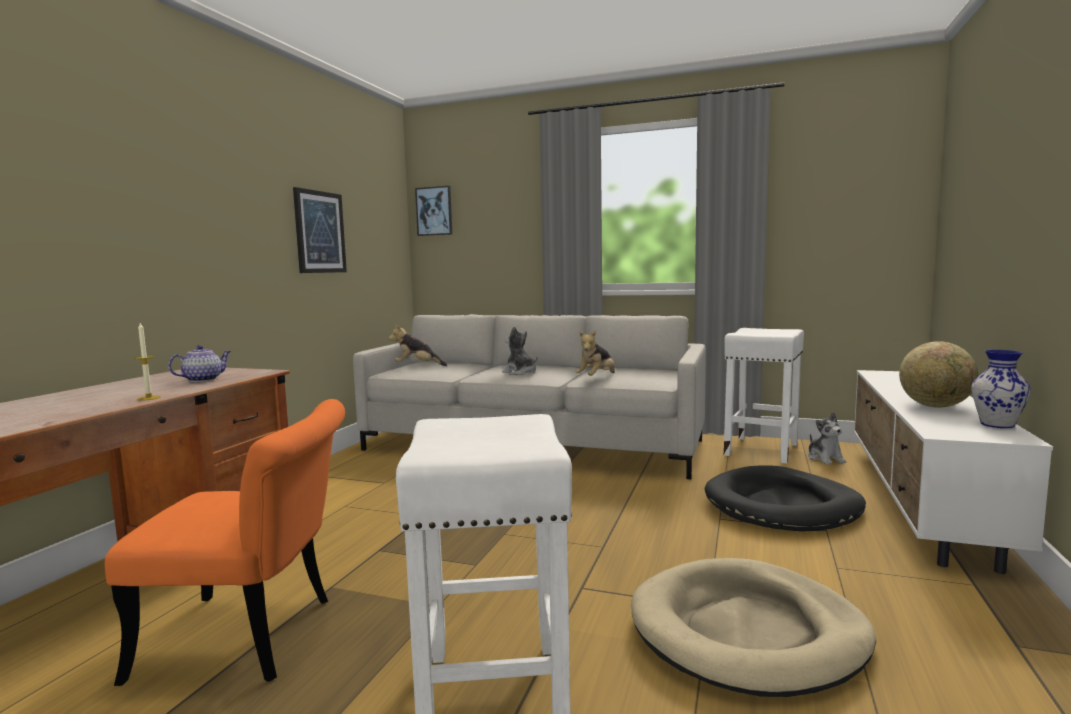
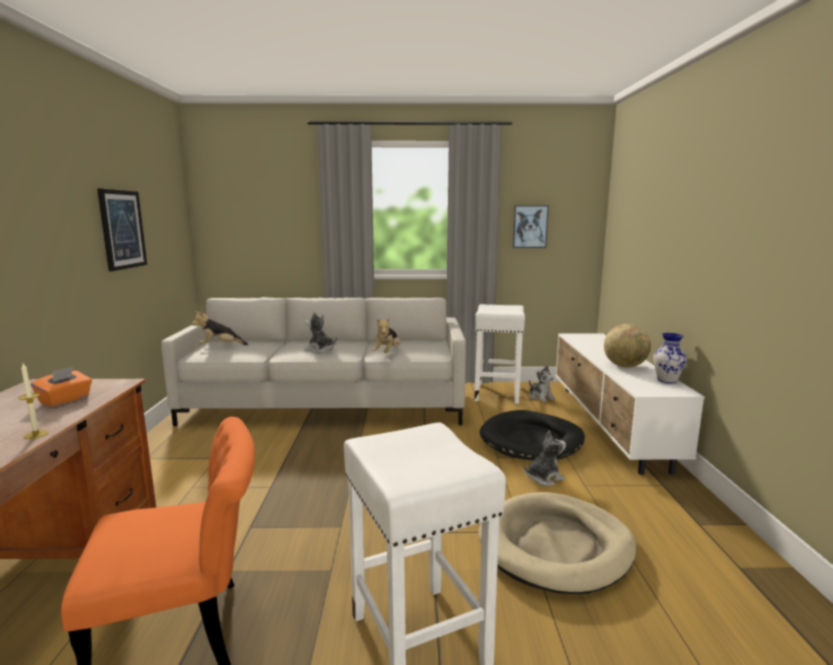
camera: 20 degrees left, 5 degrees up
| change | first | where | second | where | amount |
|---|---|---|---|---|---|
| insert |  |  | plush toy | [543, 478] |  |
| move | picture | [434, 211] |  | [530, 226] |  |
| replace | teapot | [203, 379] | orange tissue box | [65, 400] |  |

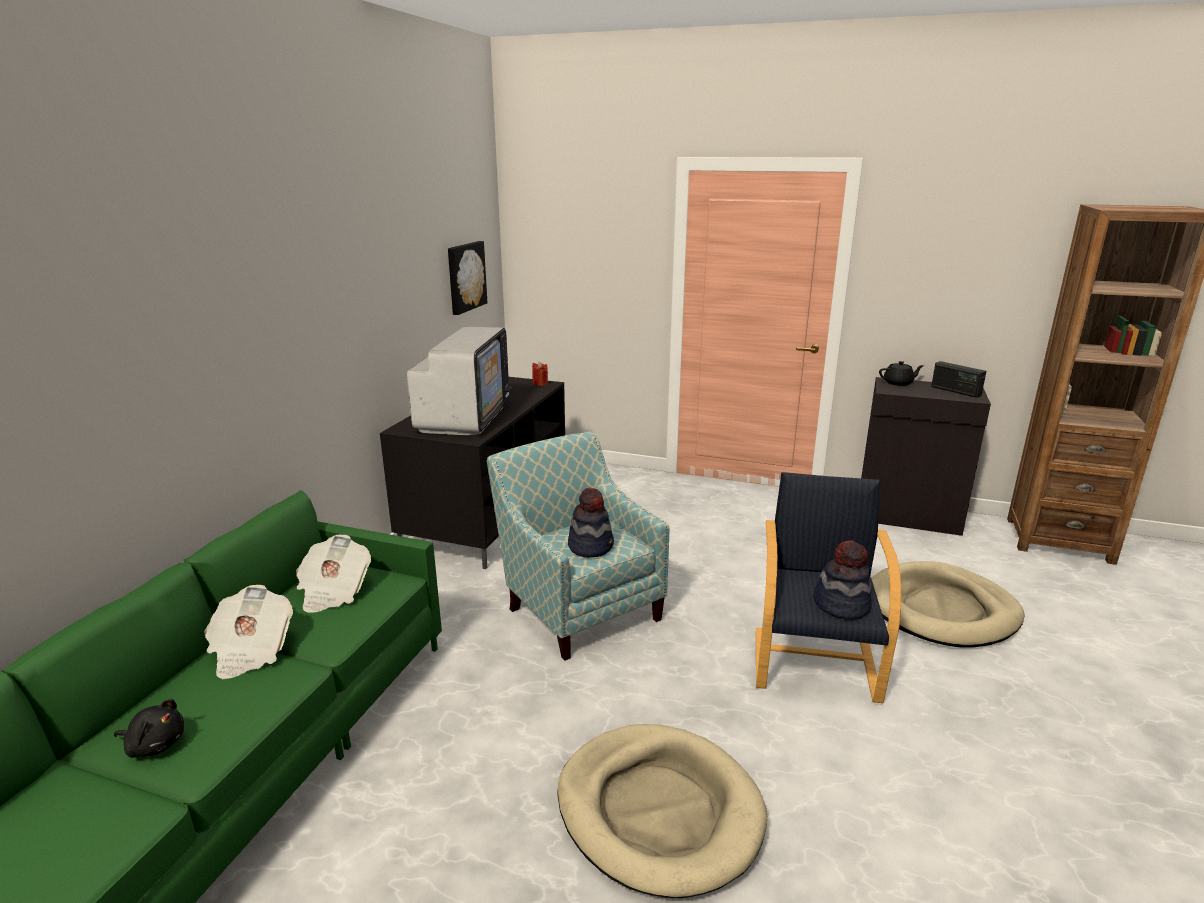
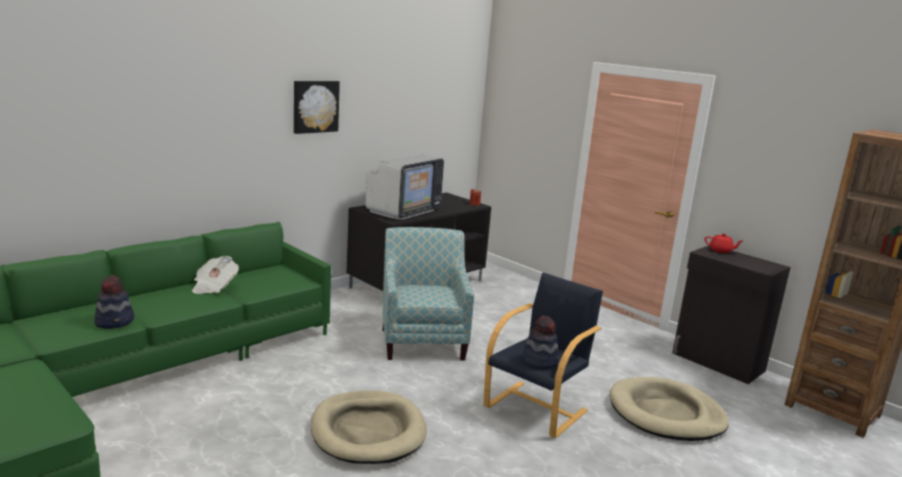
camera: 25 degrees right, 5 degrees down
| change | first | where | second | where | amount |
|---|---|---|---|---|---|
| delete | black plush toy | [155, 744] |  |  |  |
| delete | newspaper | [333, 591] |  |  |  |
| delete | radio | [955, 391] |  |  |  |
| move | picture | [465, 277] |  | [315, 106] |  |
| move | hat | [591, 546] |  | [115, 322] |  |
| recolor | black teapot | [898, 383] | red teapot | [721, 251] |  |

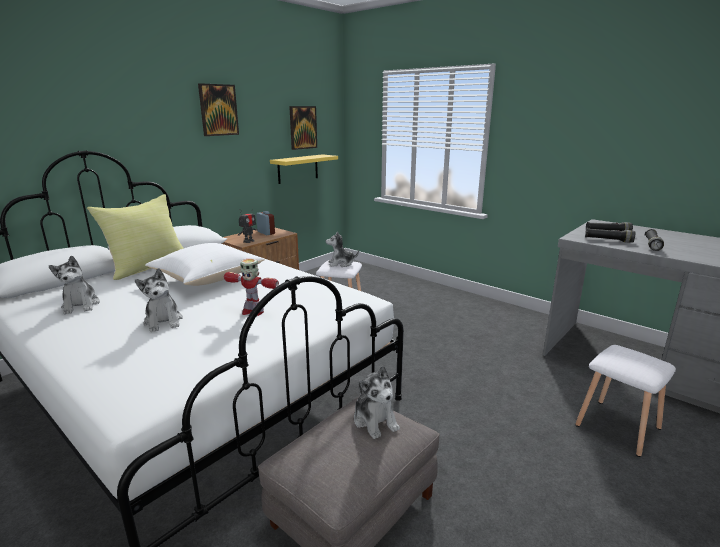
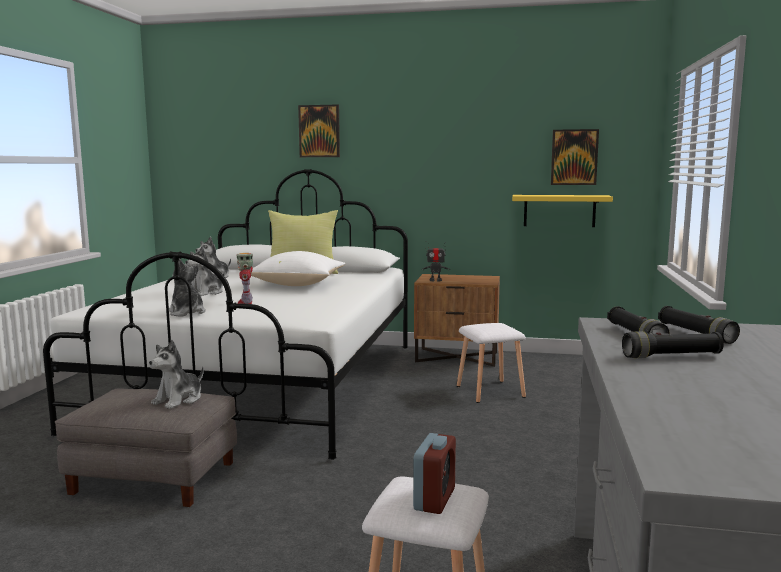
camera: 60 degrees right, 10 degrees down
| change | first | where | second | where | amount |
|---|---|---|---|---|---|
| move | picture | [218, 110] |  | [319, 131] |  |
| move | alarm clock | [266, 233] |  | [434, 499] |  |
| move | plush toy | [341, 264] |  | [187, 313] |  |

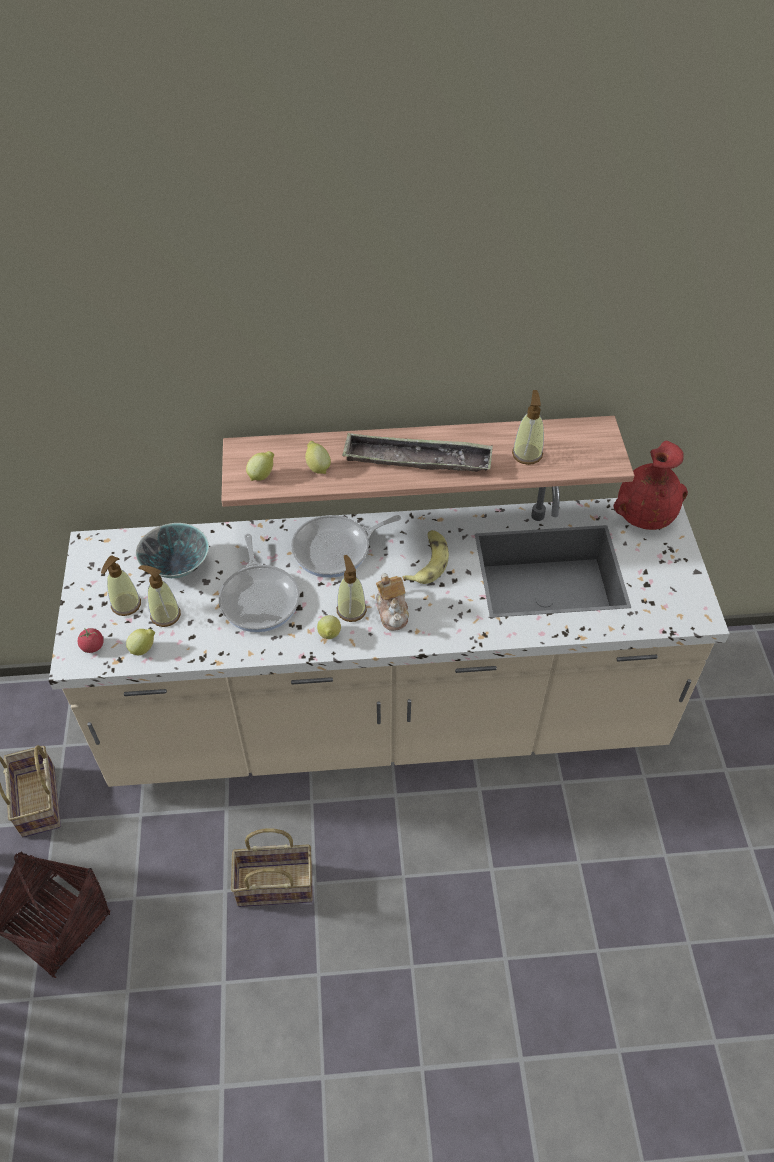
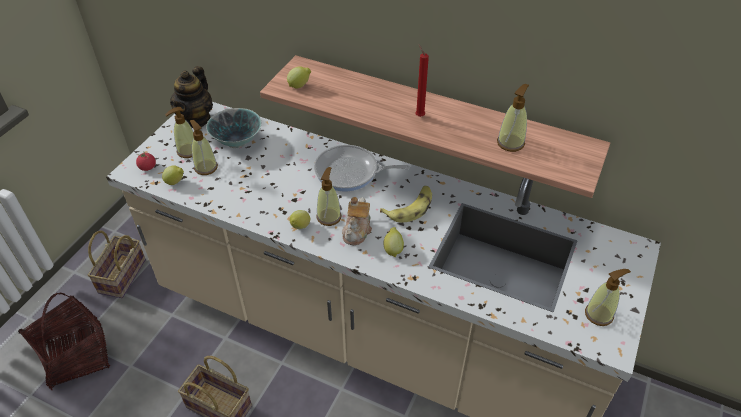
camera: 30 degrees right, 5 degrees down
| change | first | where | second | where | amount |
|---|---|---|---|---|---|
| delete | frying pan | [260, 598] |  |  |  |
| delete | red vase | [643, 516] |  |  |  |
| insert |  |  | teapot | [196, 119] |  |
| insert |  |  | soap dispenser | [599, 314] |  |
| move | lemon | [317, 467] |  | [393, 249] |  |
| replace | tray | [417, 459] | red candle | [419, 115] |  |

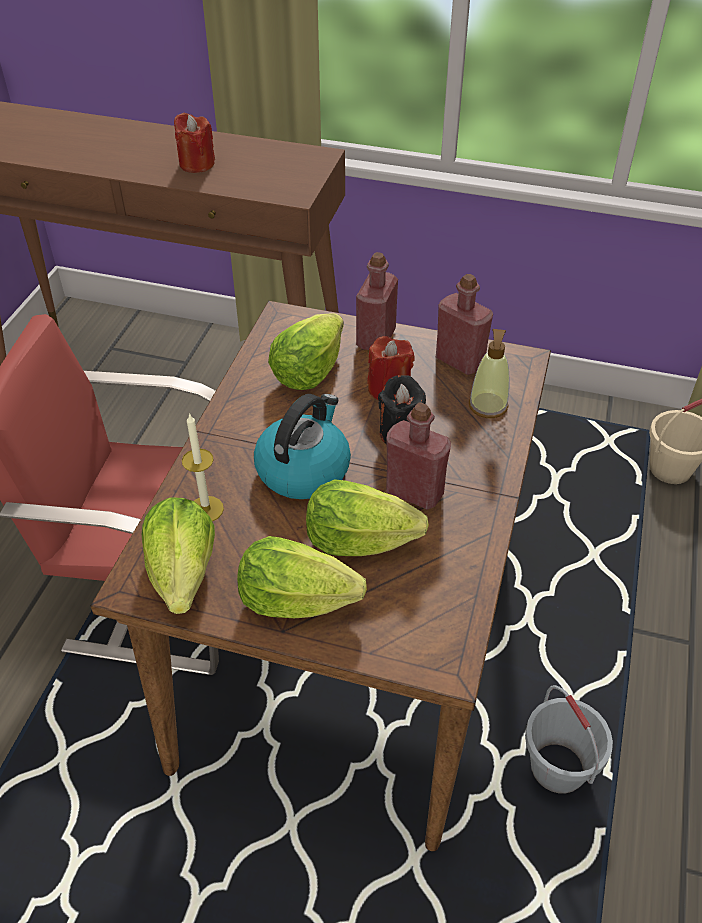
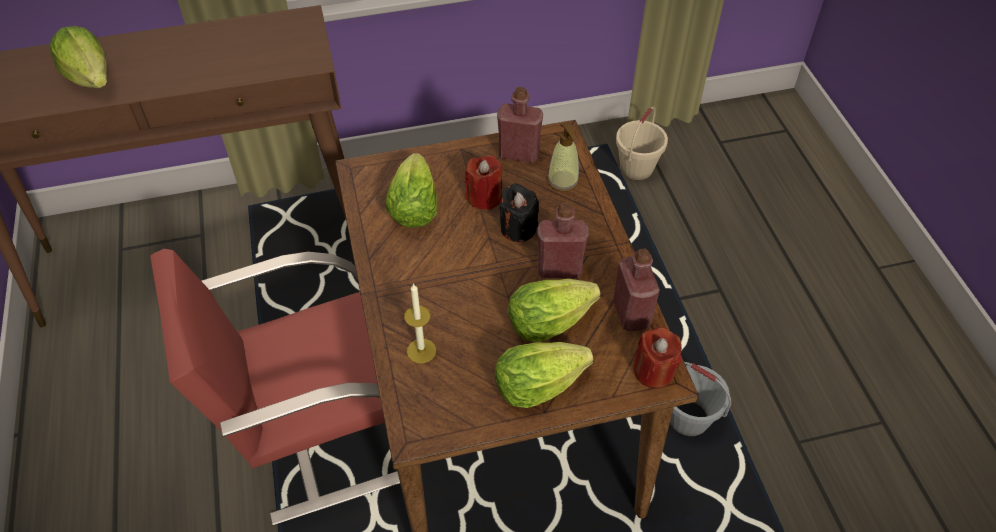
camera: 30 degrees left, 5 degrees up
| change | first | where | second | where | amount |
|---|---|---|---|---|---|
| delete | kettle | [303, 469] |  |  |  |
| move | lettuce | [183, 573] |  | [91, 77] |  |
| move | red candle | [196, 164] |  | [653, 371] |  |
| move | red bottle | [376, 339] |  | [631, 313] |  |

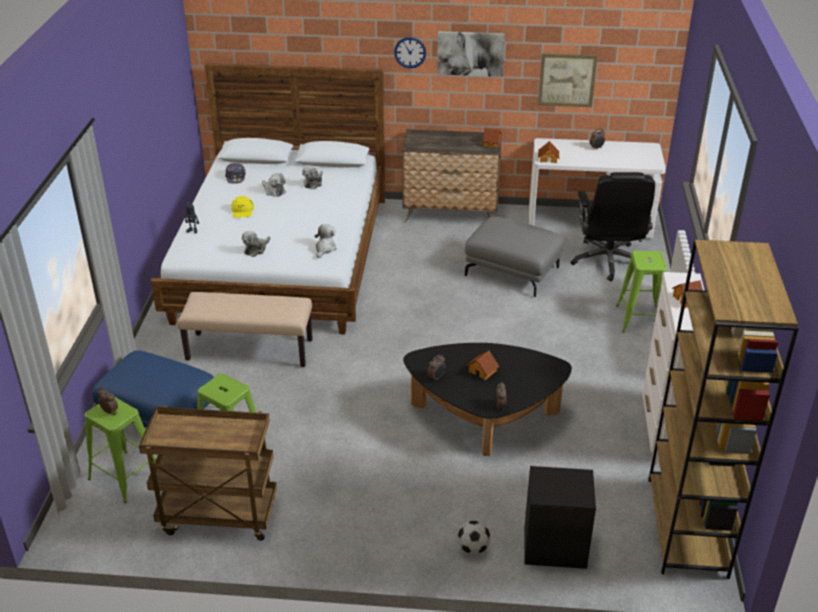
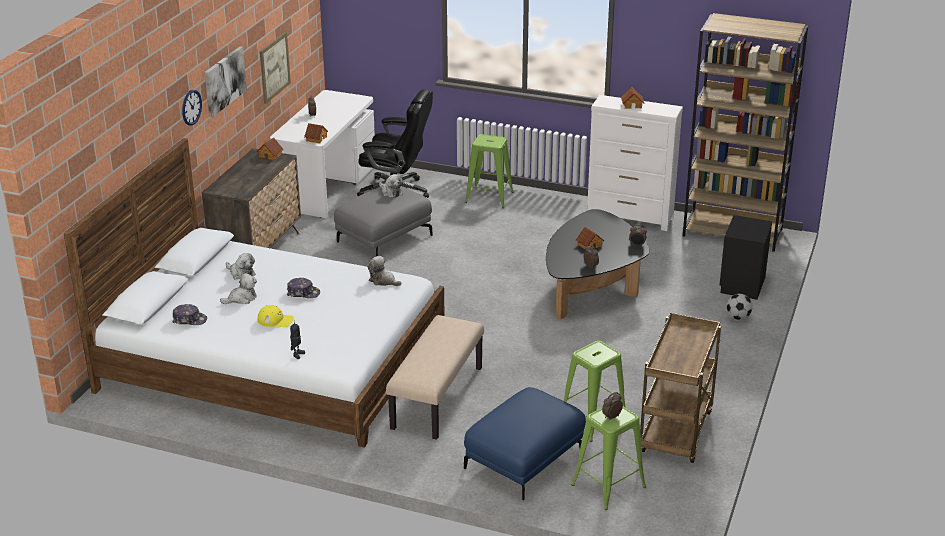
camera: 75 degrees left, 5 degrees down
| change | first | where | second | where | amount |
|---|---|---|---|---|---|
| insert |  |  | cap | [303, 293] |  |
| move | plush toy | [256, 249] |  | [390, 192] |  |

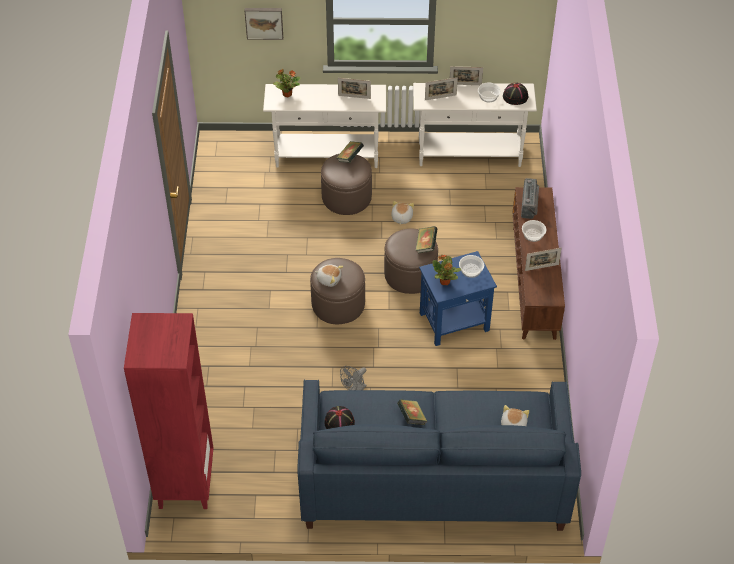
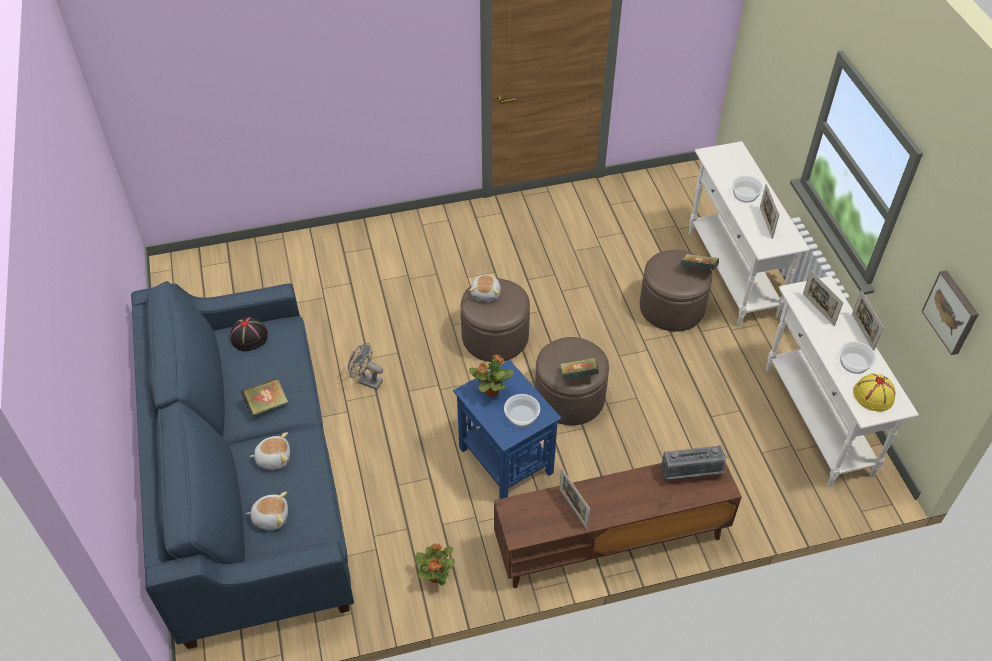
camera: 75 degrees right, 0 degrees up
| change | first | where | second | where | amount |
|---|---|---|---|---|---|
| delete | red bookcase | [185, 483] |  |  |  |
| move | picture | [264, 22] |  | [952, 312] |  |
| move | potted plant | [287, 94] |  | [436, 576] |  |
| move | plush toy | [401, 218] |  | [273, 458] |  |
| move | bowl | [533, 235] |  | [745, 194] |  |
| recolor | black hat | [515, 96] | yellow hat | [874, 395] |  |

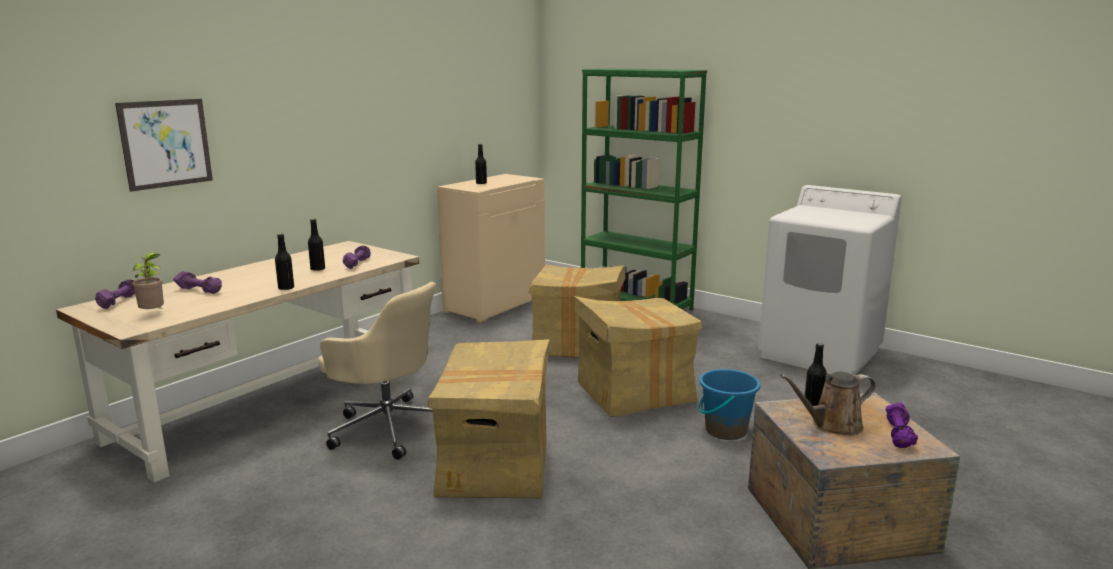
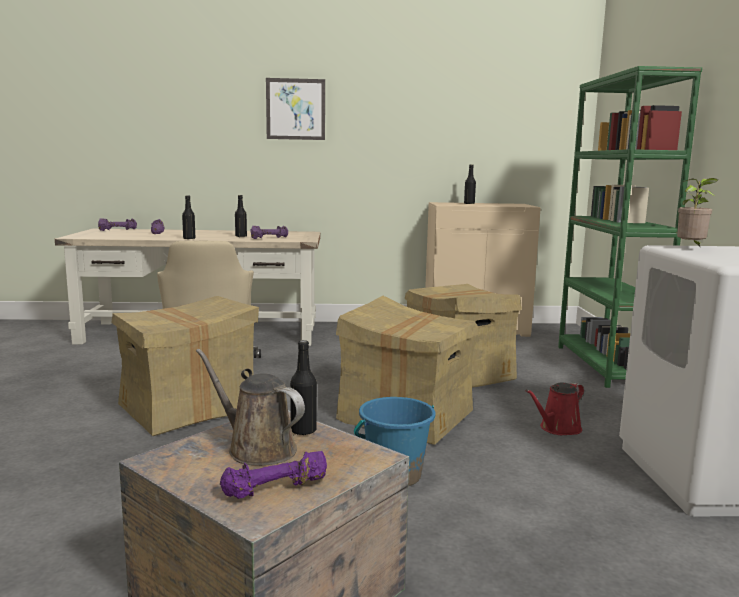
camera: 50 degrees right, 5 degrees down
| change | first | where | second | where | amount |
|---|---|---|---|---|---|
| insert |  |  | red watering can | [557, 429] |  |
| move | picture | [166, 143] |  | [295, 109] |  |
| move | potted plant | [154, 314] |  | [691, 248] |  |

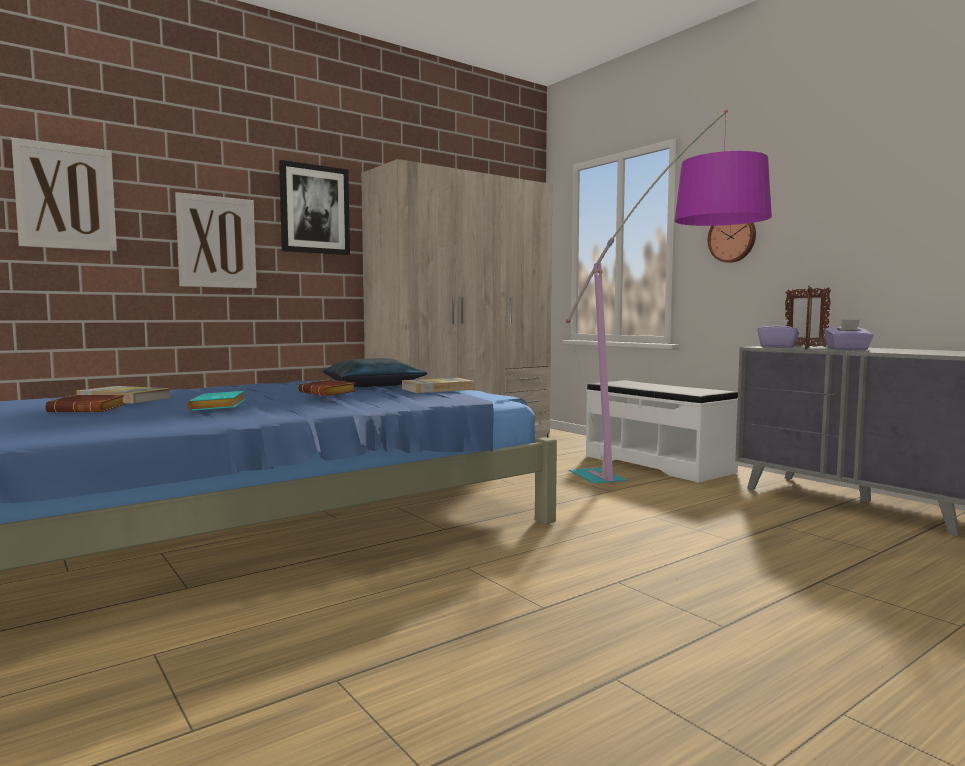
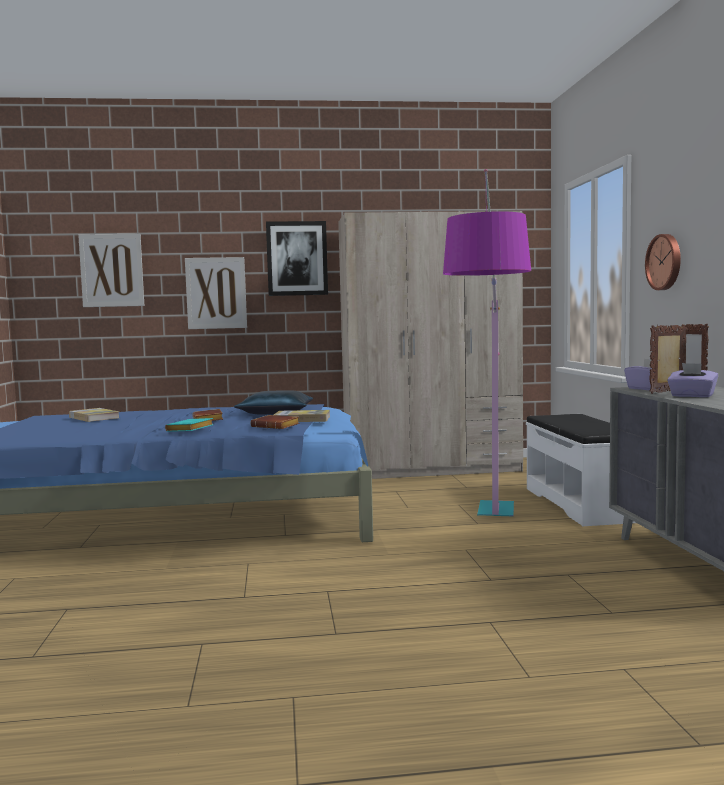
camera: 30 degrees right, 0 degrees up
| change | first | where | second | where | amount |
|---|---|---|---|---|---|
| move | brown book | [89, 410] |  | [277, 426] |  |
| move | turquoise book | [219, 407] |  | [190, 430] |  |

